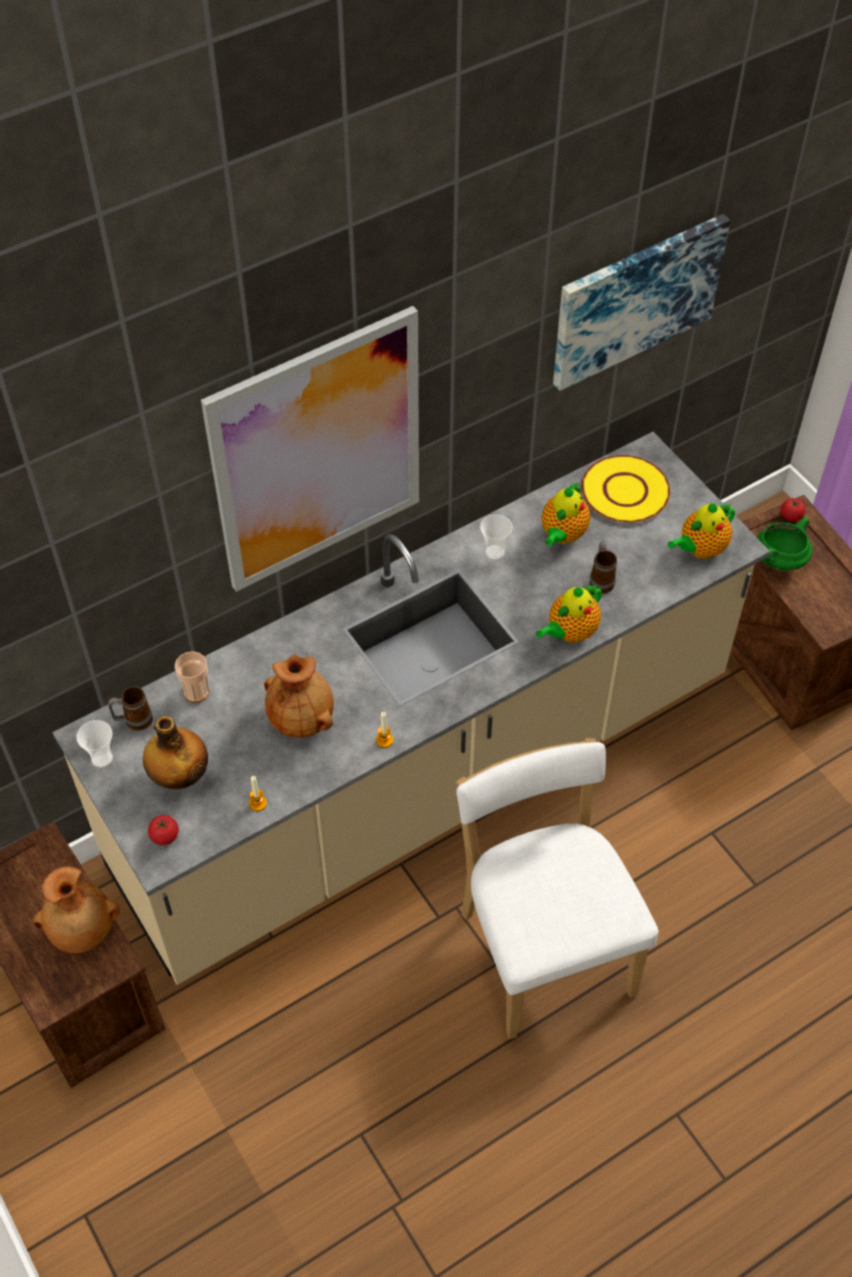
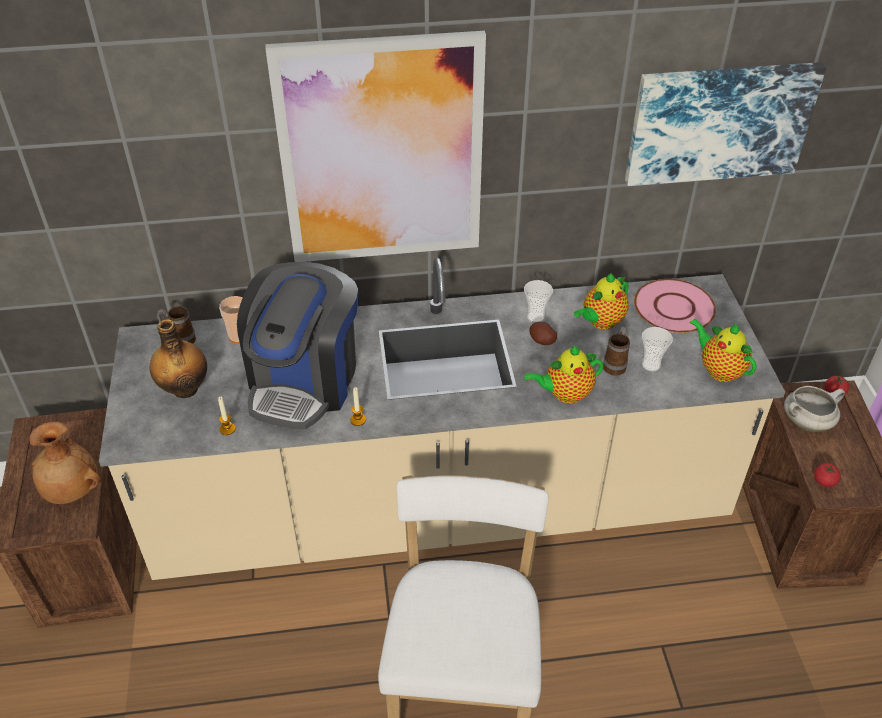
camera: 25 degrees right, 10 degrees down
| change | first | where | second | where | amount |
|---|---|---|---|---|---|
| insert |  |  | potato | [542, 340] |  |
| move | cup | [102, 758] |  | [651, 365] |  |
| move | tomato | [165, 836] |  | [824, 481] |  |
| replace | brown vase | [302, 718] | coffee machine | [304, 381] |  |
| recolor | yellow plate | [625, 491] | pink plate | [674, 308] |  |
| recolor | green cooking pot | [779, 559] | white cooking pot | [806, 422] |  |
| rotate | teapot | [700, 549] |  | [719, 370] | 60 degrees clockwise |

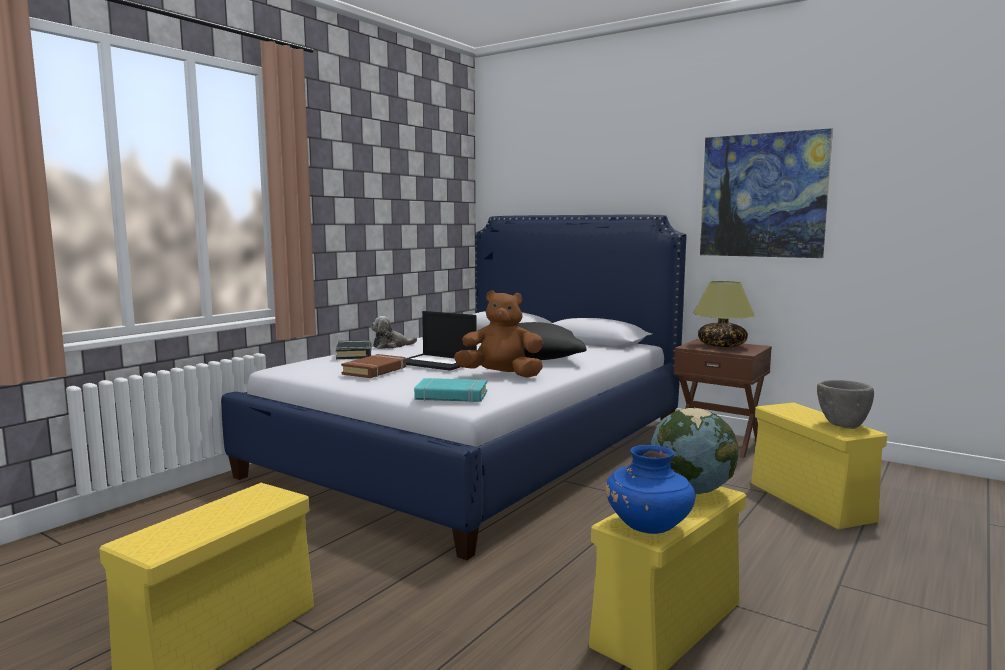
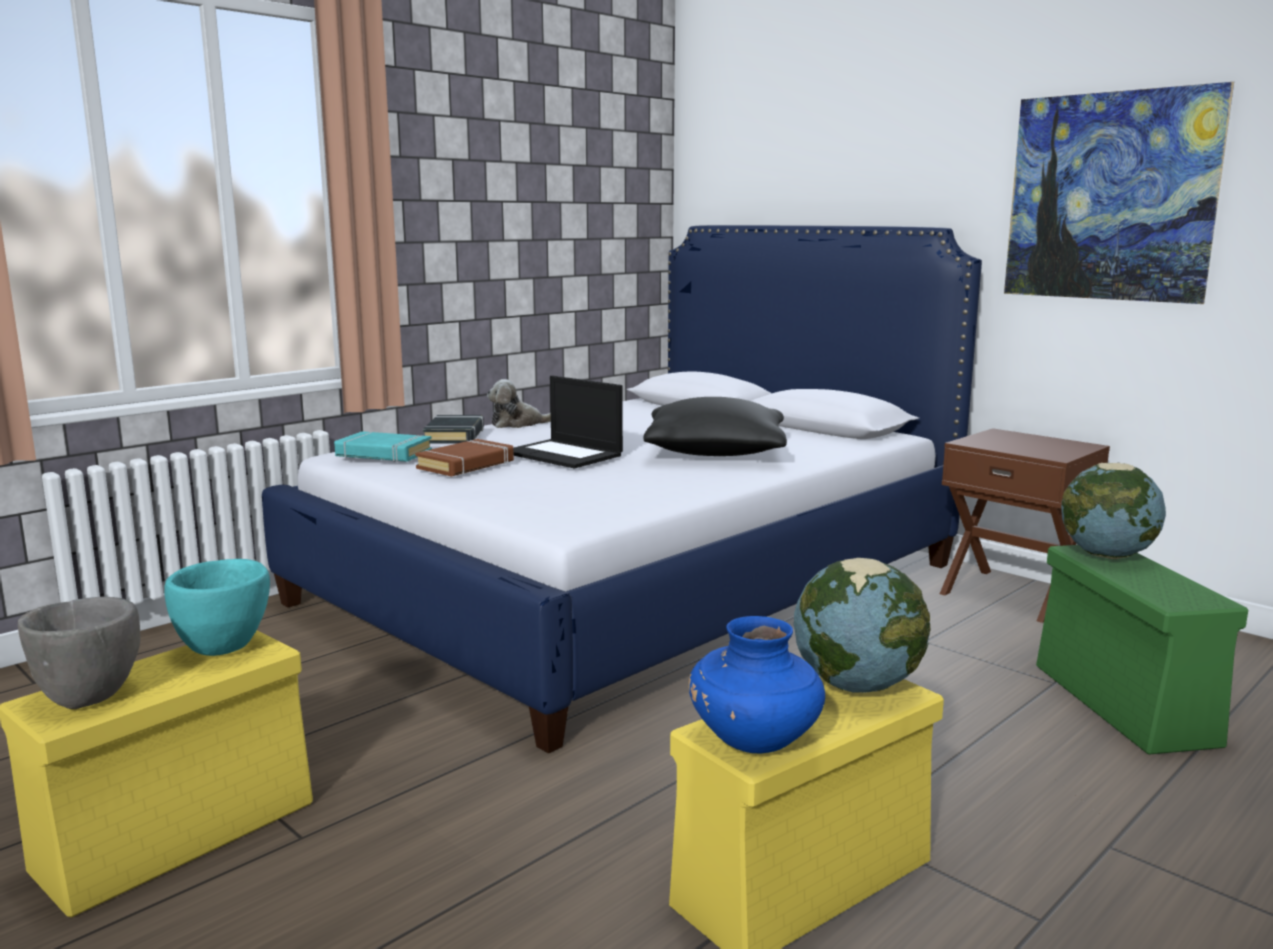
camera: 10 degrees right, 5 degrees up
| change | first | where | second | where | amount |
|---|---|---|---|---|---|
| delete | brown plush toy | [501, 376] |  |  |  |
| delete | table lamp | [721, 346] |  |  |  |
| insert |  |  | turquoise bowl | [224, 648] |  |
| insert |  |  | globe | [1107, 555] |  |
| move | turquoise book | [451, 396] |  | [383, 454] |  |
| move | grey bowl | [842, 425] |  | [89, 696] |  |
| recolor | yellow storage box | [812, 502] | green storage box | [1125, 705] |  |

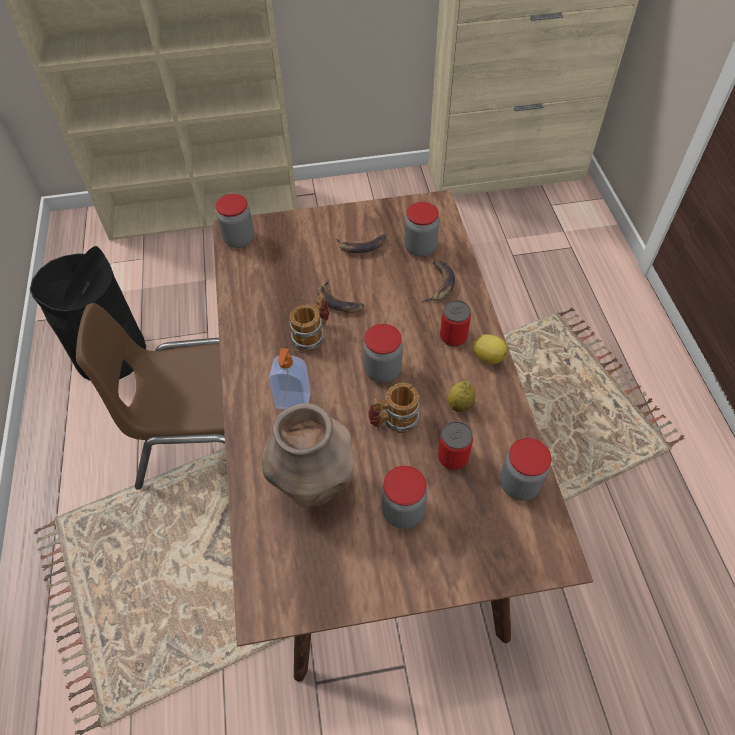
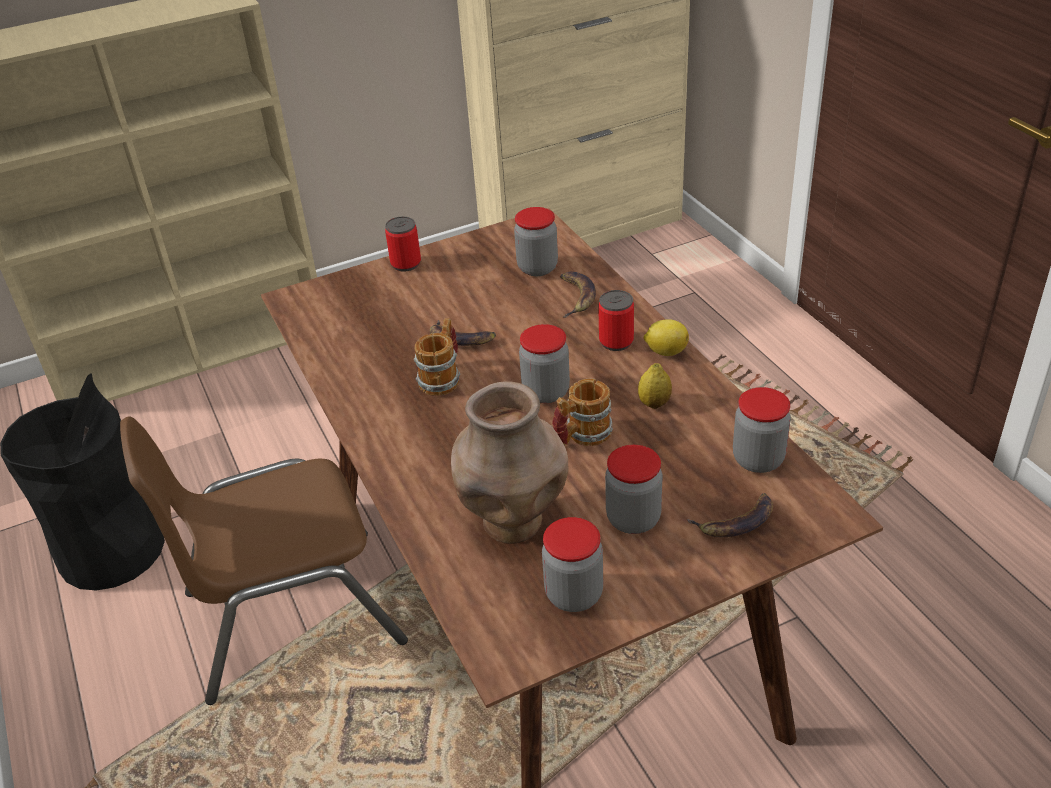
camera: 15 degrees left, 15 degrees down
| change | first | where | second | where | amount |
|---|---|---|---|---|---|
| delete | soap dispenser | [293, 402] |  |  |  |
| move | jar | [239, 239] |  | [574, 594] |  |
| move | banana | [362, 246] |  | [736, 521] |  |
| move | can | [453, 457] |  | [406, 264] |  |

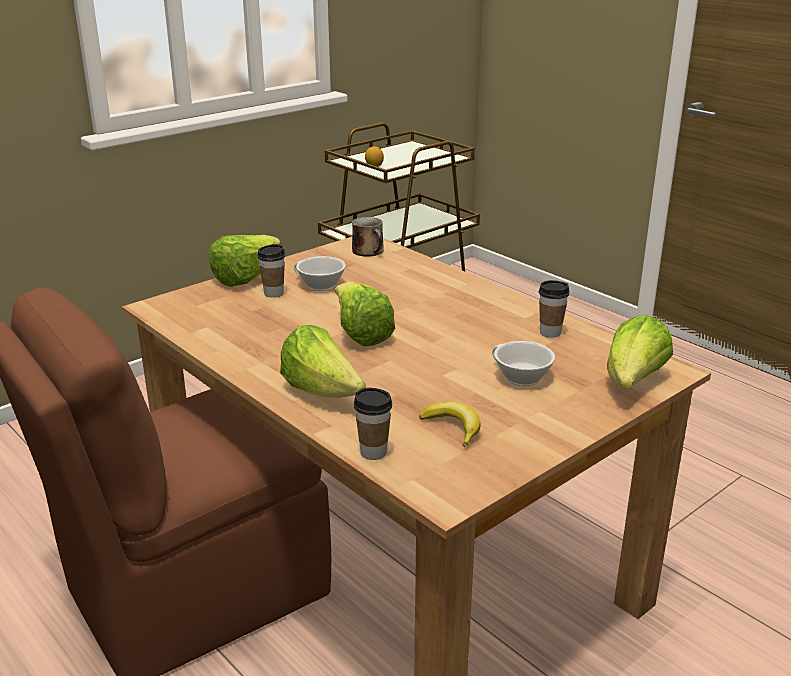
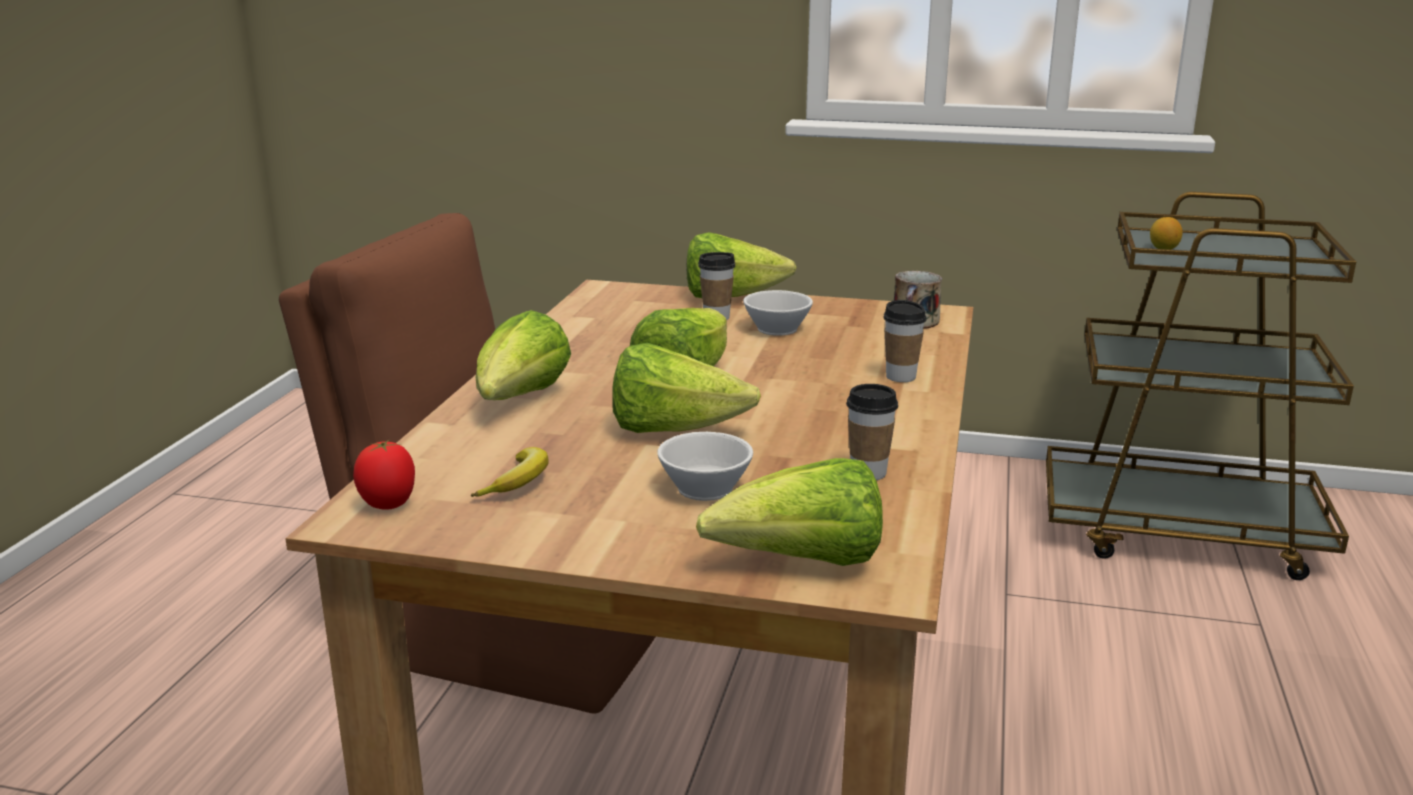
camera: 55 degrees right, 5 degrees down
| change | first | where | second | where | amount |
|---|---|---|---|---|---|
| insert |  |  | tomato | [389, 505] |  |
| insert |  |  | lettuce | [674, 430] |  |
| move | cup | [373, 452] |  | [901, 377] |  |

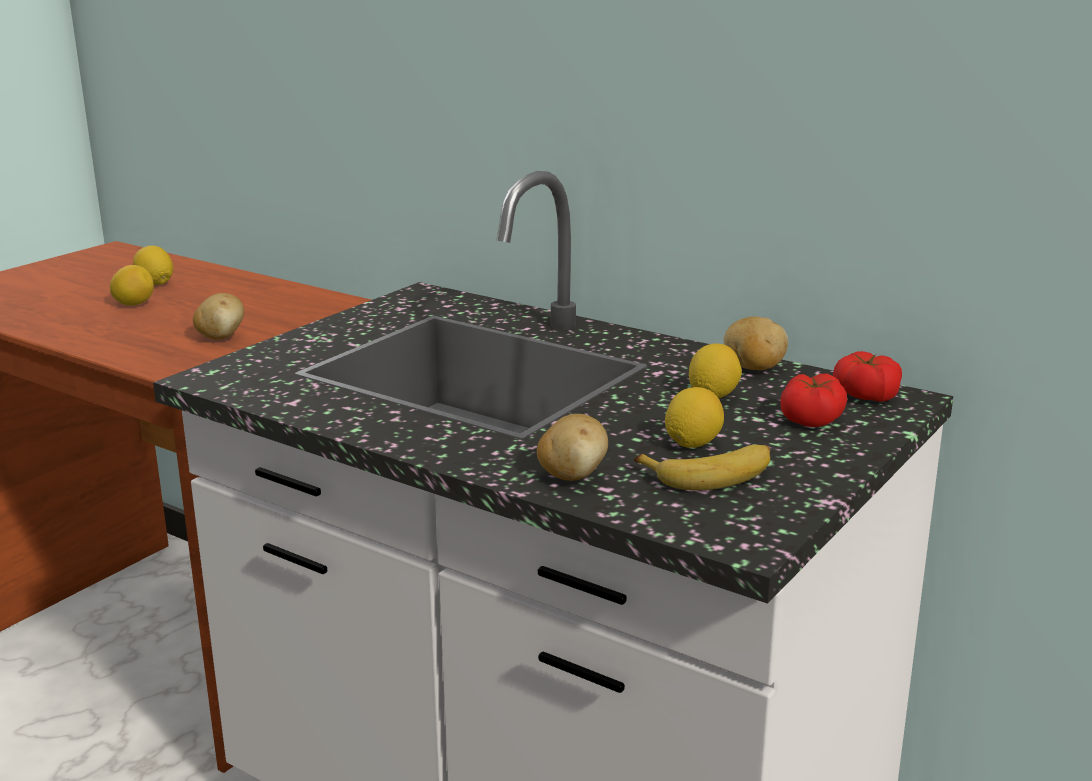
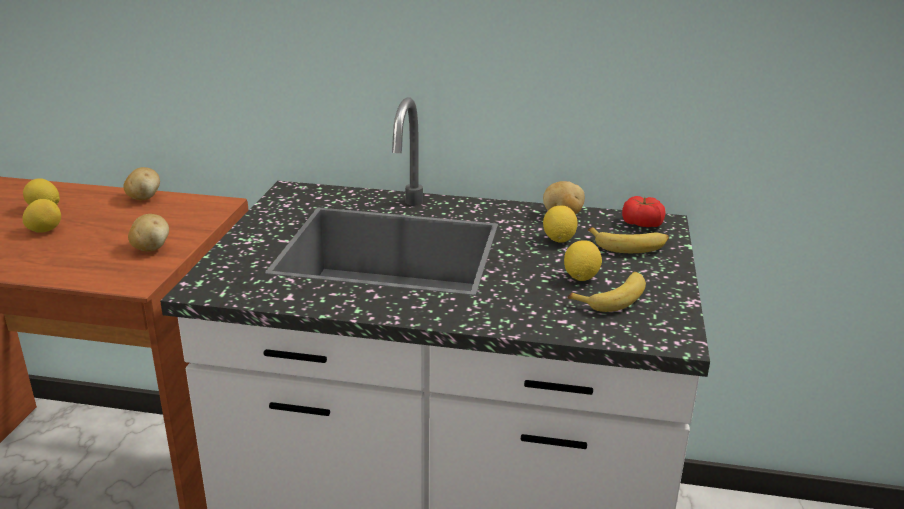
camera: 25 degrees left, 5 degrees up
| change | first | where | second | where | amount |
|---|---|---|---|---|---|
| move | potato | [572, 475] |  | [144, 198] |  |
| replace | tomato | [812, 418] | banana | [629, 245] |  |

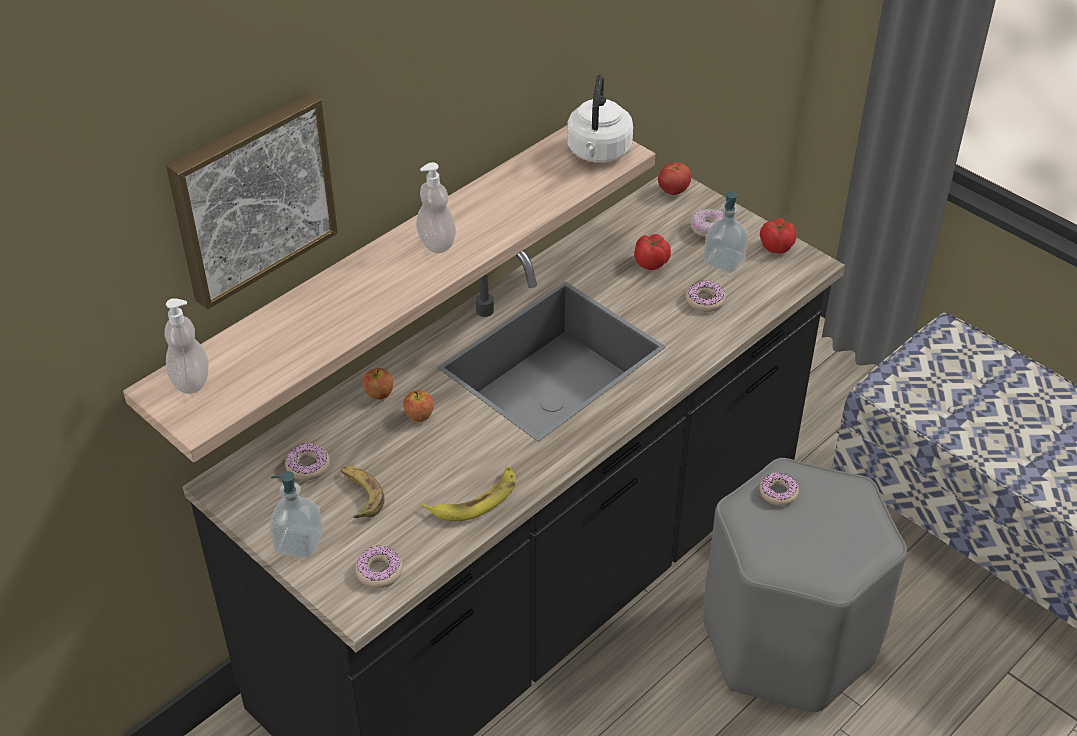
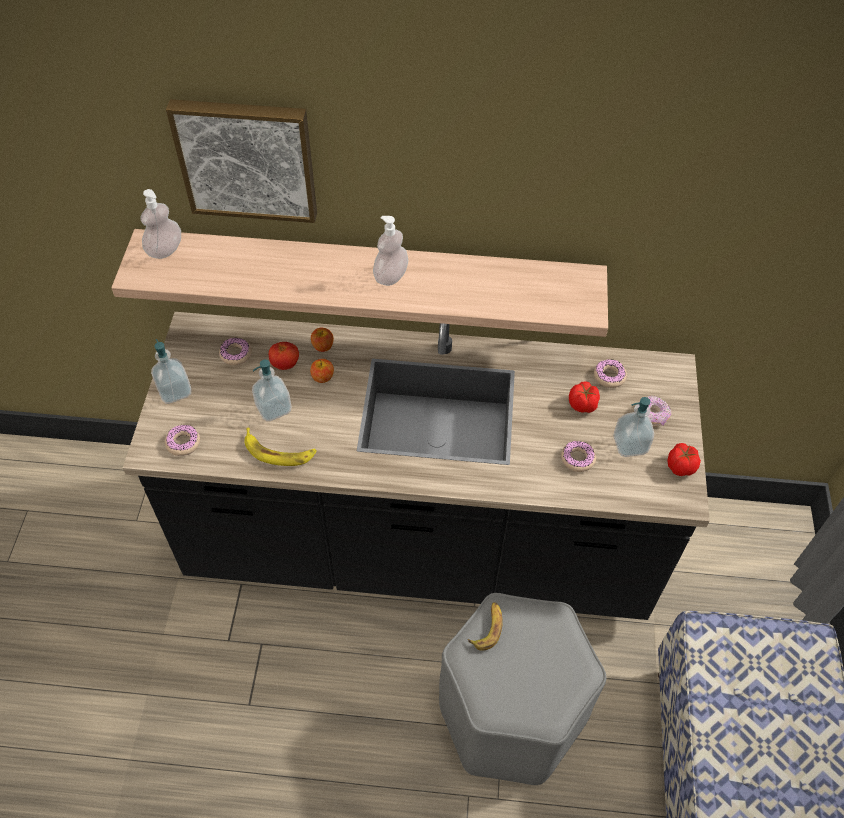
camera: 50 degrees right, 10 degrees up
| change | first | where | second | where | amount |
|---|---|---|---|---|---|
| delete | white kettle | [598, 153] |  |  |  |
| insert |  |  | soap dispenser | [273, 408] |  |
| move | banana | [360, 495] |  | [487, 628] |  |
| move | tomato | [673, 191] |  | [285, 364] |  |
| move | donut | [778, 493] |  | [609, 376] |  |

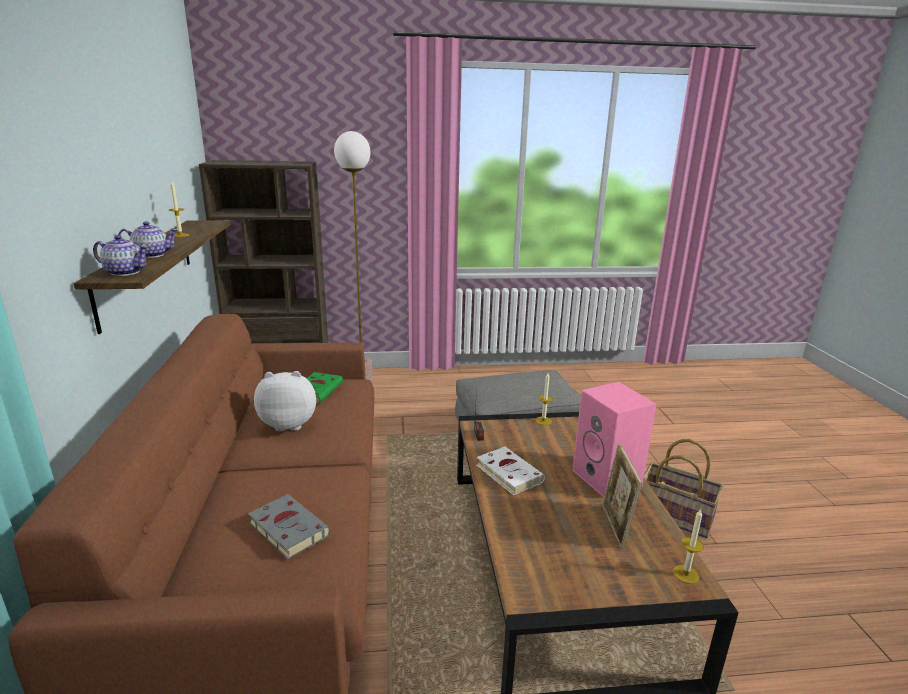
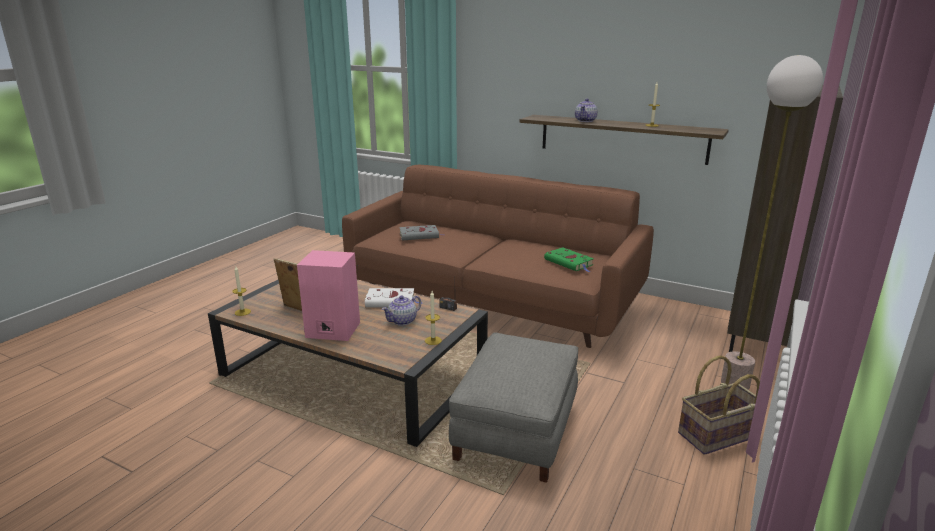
camera: 125 degrees right, 0 degrees up
| change | first | where | second | where | amount |
|---|---|---|---|---|---|
| delete | plush toy | [289, 424] |  |  |  |
| move | teapot | [125, 272] |  | [403, 321] |  |
| move | basket | [675, 515] |  | [718, 436] |  |

